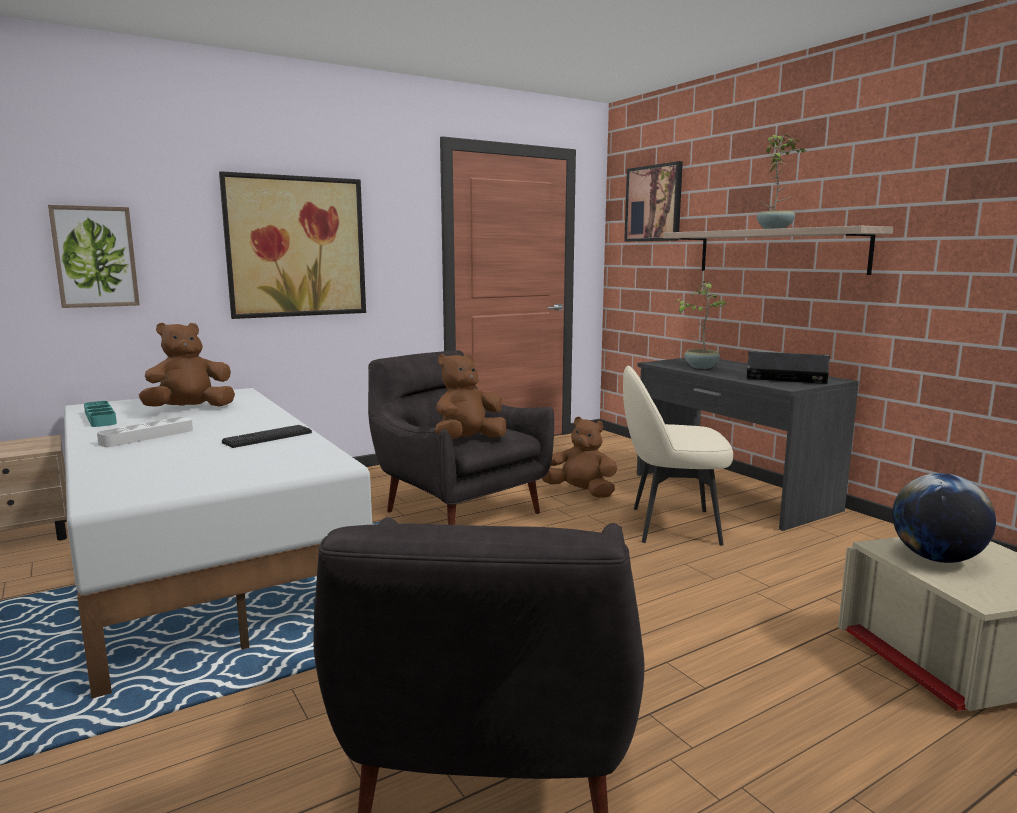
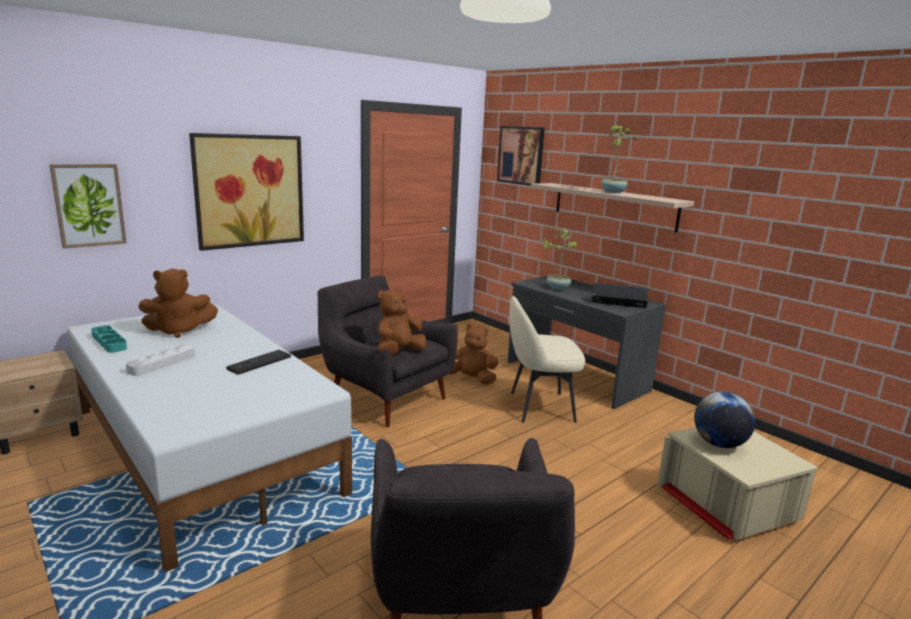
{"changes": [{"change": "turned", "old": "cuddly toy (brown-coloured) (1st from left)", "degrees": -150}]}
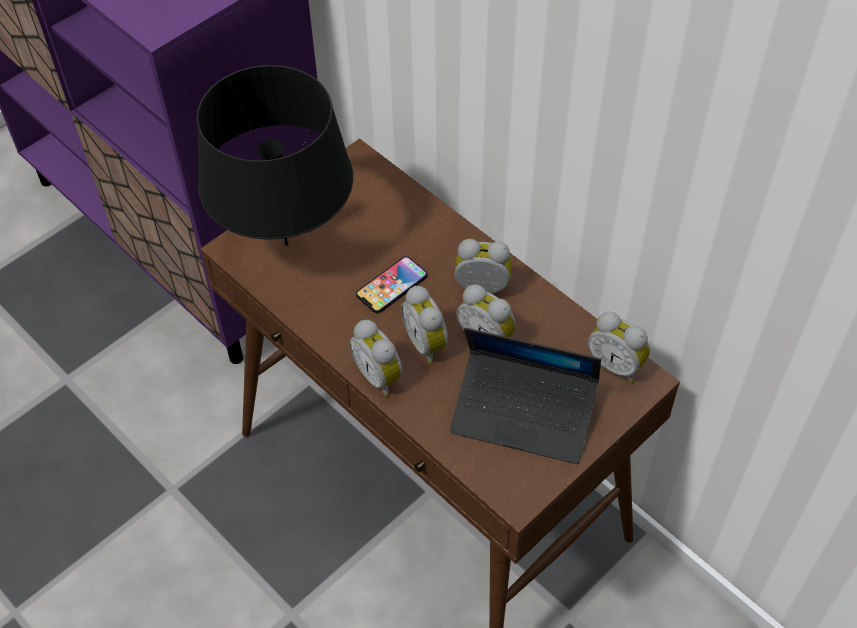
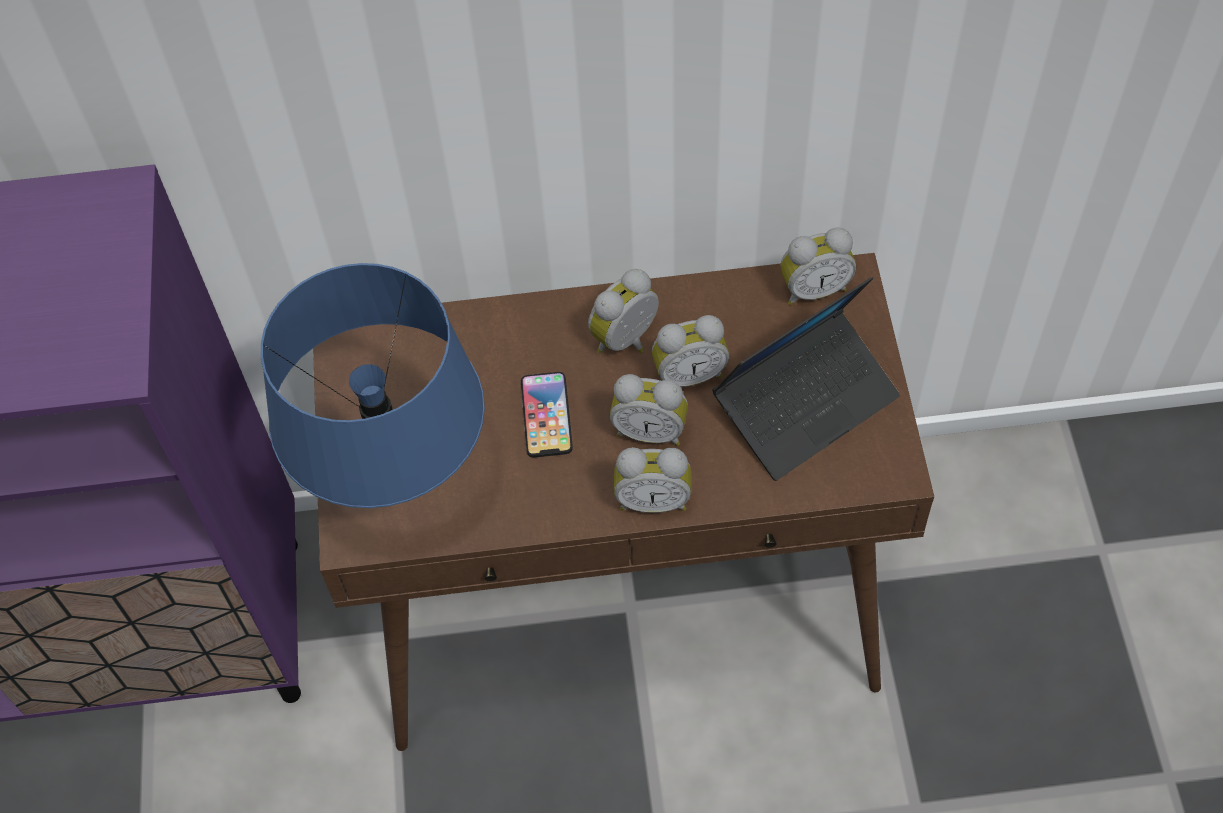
{"changes": [{"change": "recoloured", "old": "table lamp (black-coloured)", "new": "table lamp (bluish)"}]}
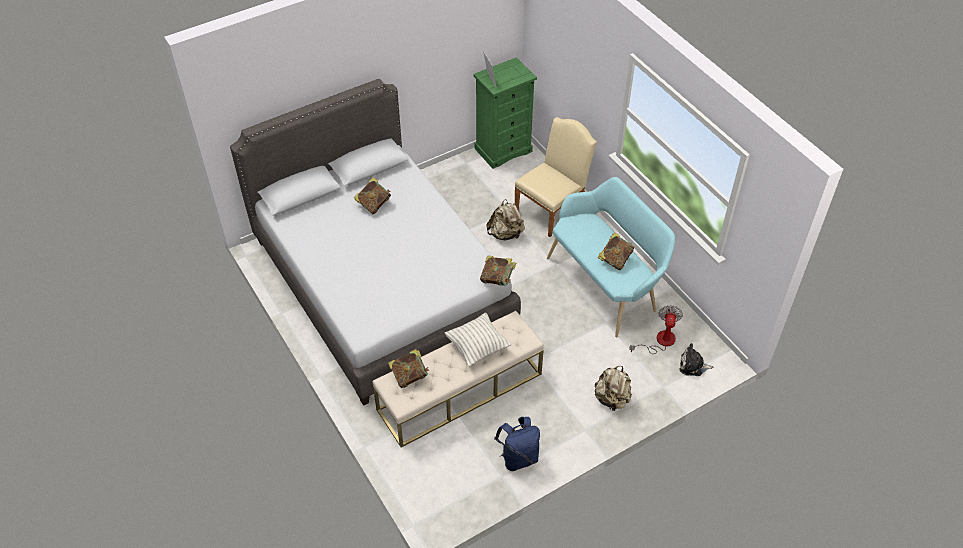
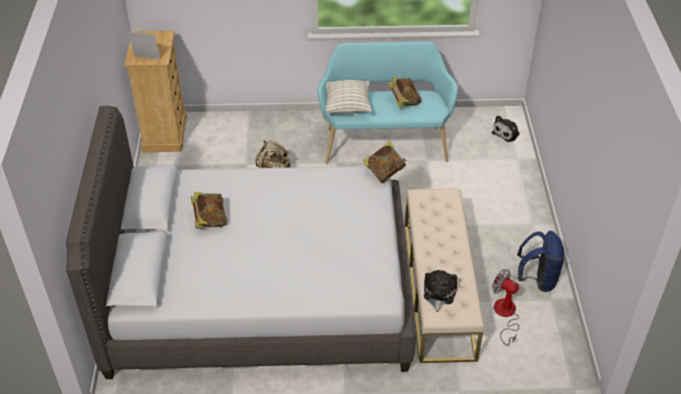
{"changes": [{"change": "recoloured", "old": "drawer chest (green-coloured)", "new": "drawer chest (sand-coloured)"}, {"change": "moved", "old": "throw pillow"}, {"change": "replaced", "old": "book (2nd from left)", "new": "cuddly toy (1st from left)"}, {"change": "moved", "old": "fan"}, {"change": "removed", "old": "upright chair (sand-coloured)"}, {"change": "removed", "old": "rucksack (sand-coloured) (2nd from left)"}]}
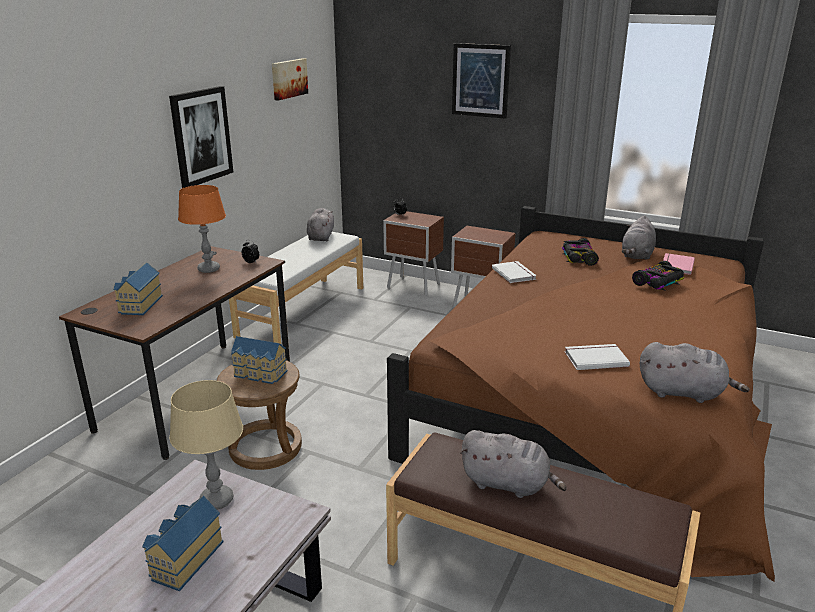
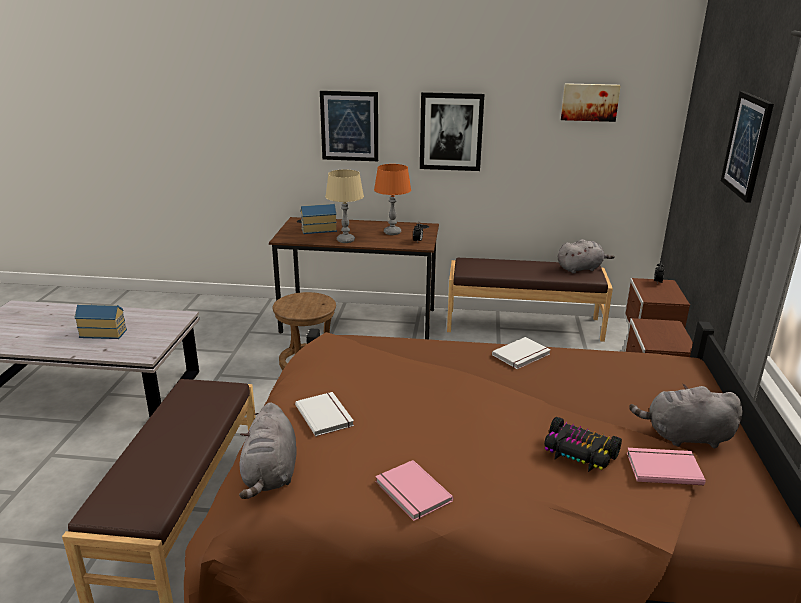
{"changes": [{"change": "added", "new": "wall art (1st from left)"}, {"change": "moved", "old": "table lamp (sand-coloured)"}, {"change": "added", "new": "book (pink) (1st from left)"}, {"change": "recoloured", "old": "long seat (whitish)", "new": "long seat (brown-coloured) (2nd from left)"}, {"change": "removed", "old": "model house (3rd from left)"}, {"change": "removed", "old": "cuddly toy (grey) (2nd from left)"}, {"change": "removed", "old": "toy car (1st from left)"}]}
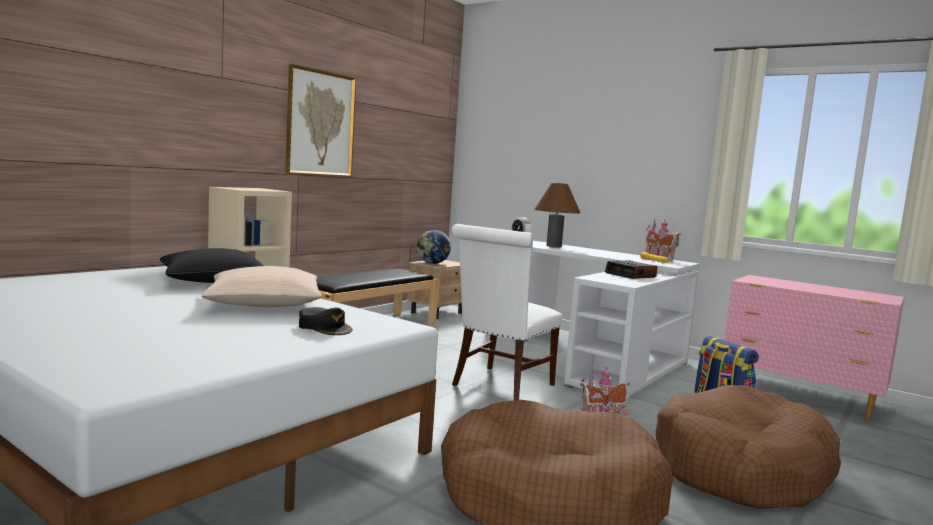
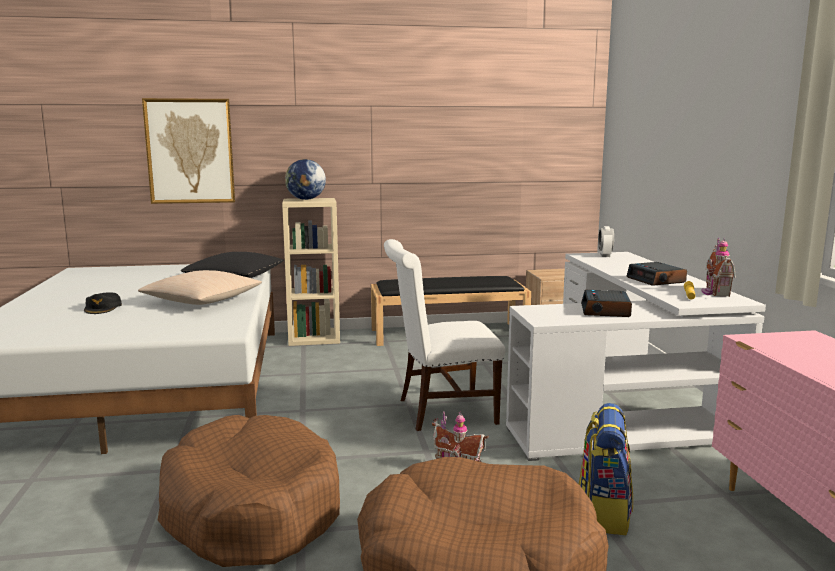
{"changes": [{"change": "moved", "old": "peaked cap (black-coloured)"}, {"change": "moved", "old": "wall art"}, {"change": "moved", "old": "globe"}, {"change": "added", "new": "table clock (3rd from left)"}, {"change": "removed", "old": "table lamp (brown-coloured)"}]}
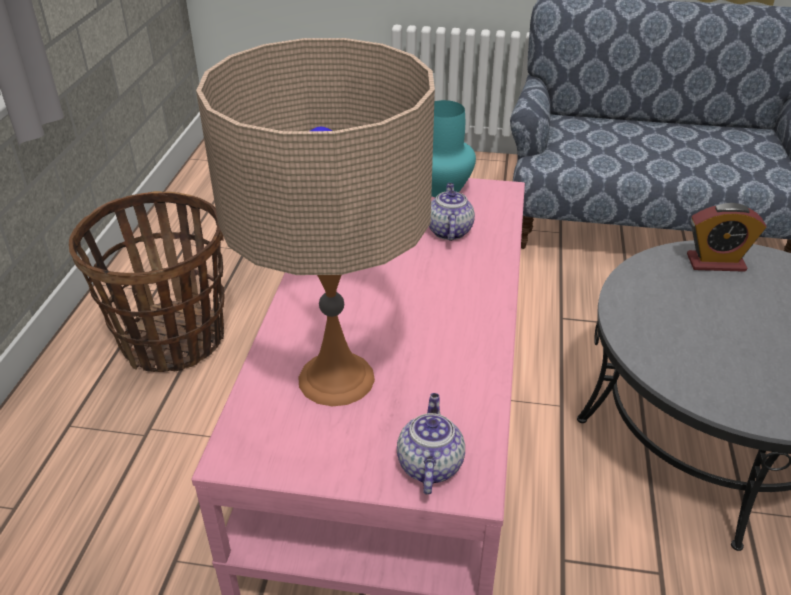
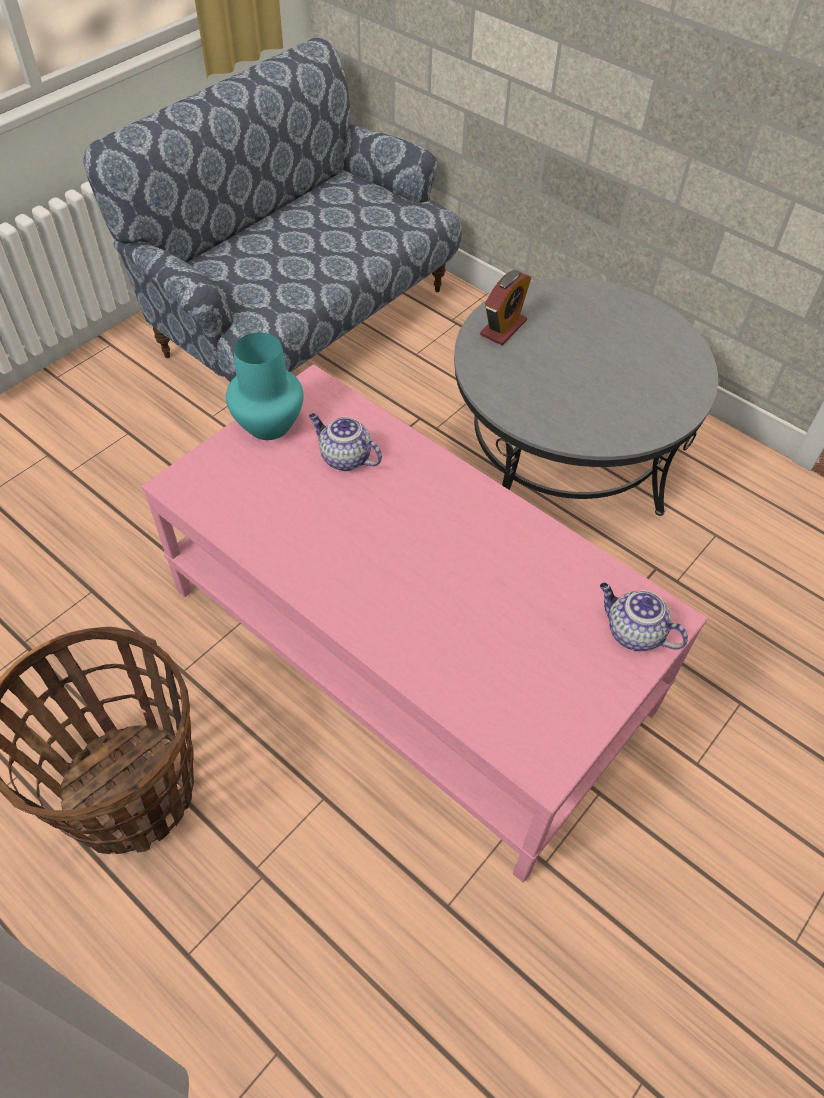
{"changes": [{"change": "removed", "old": "table lamp (sand-coloured)"}]}
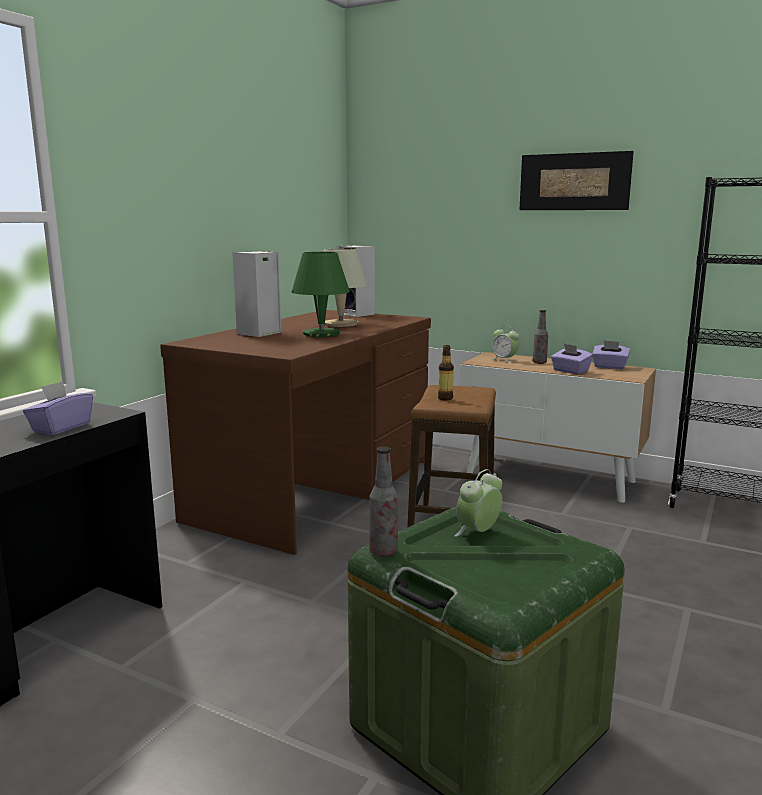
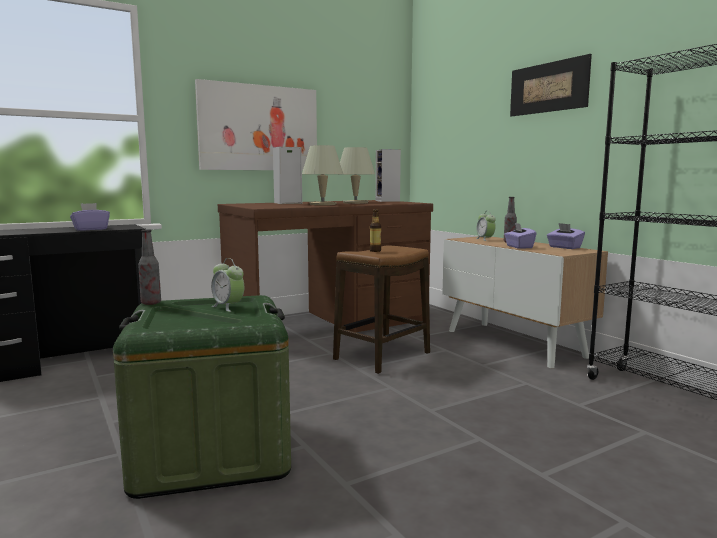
{"changes": [{"change": "added", "new": "wall art (1st from left)"}, {"change": "turned", "old": "table clock (1st from left)", "degrees": -120}, {"change": "recoloured", "old": "table lamp (green-coloured)", "new": "table lamp (sand-coloured) (1st from left)"}]}
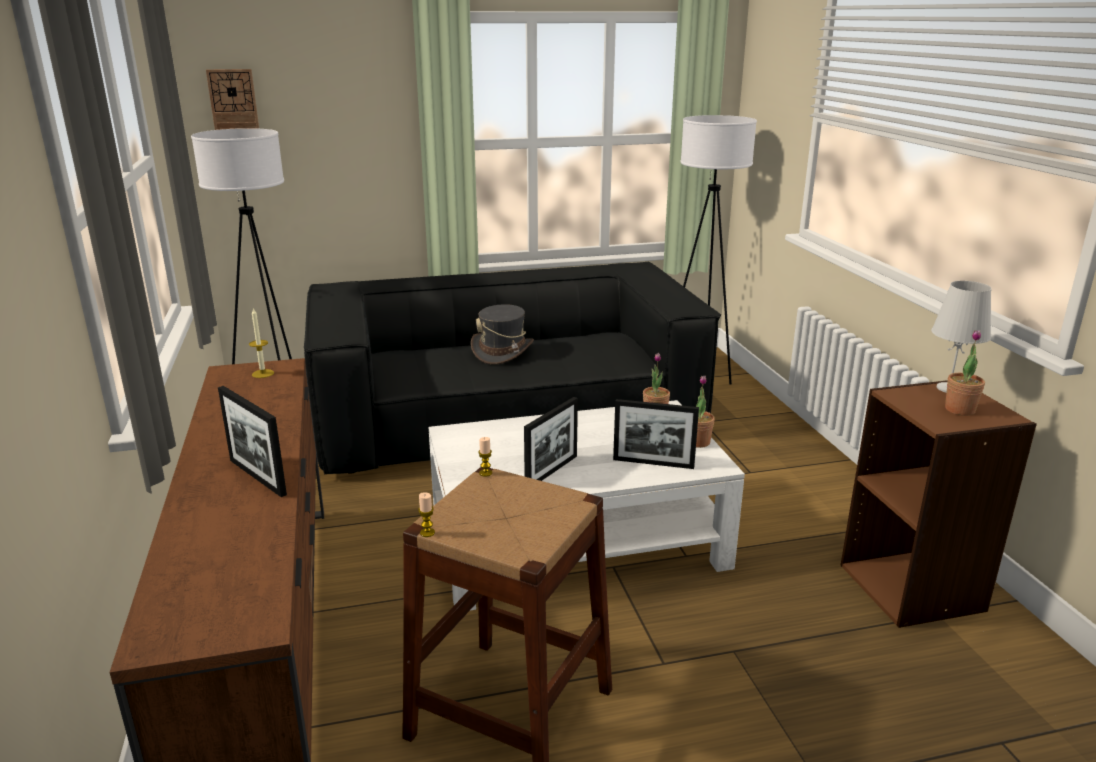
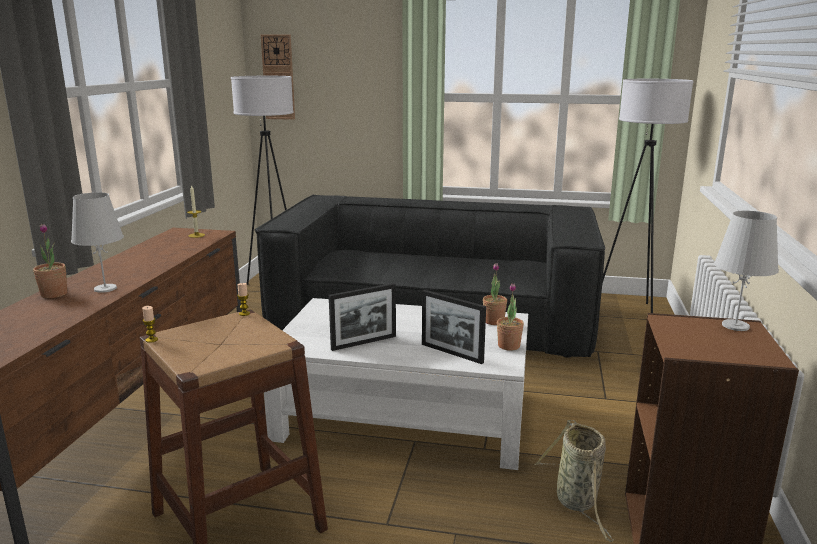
{"changes": [{"change": "moved", "old": "potted plant (3rd from left in the first image)", "new": "potted plant (1st from left)"}, {"change": "replaced", "old": "standing frame (1st from left)", "new": "table lamp (whitish) (1st from left)"}, {"change": "added", "new": "household basket"}, {"change": "removed", "old": "clothing hat (grey)"}]}
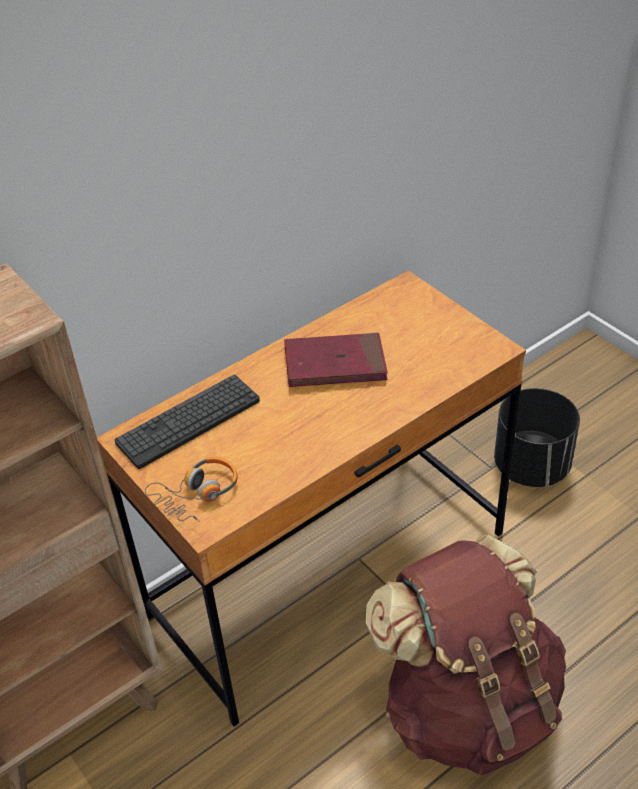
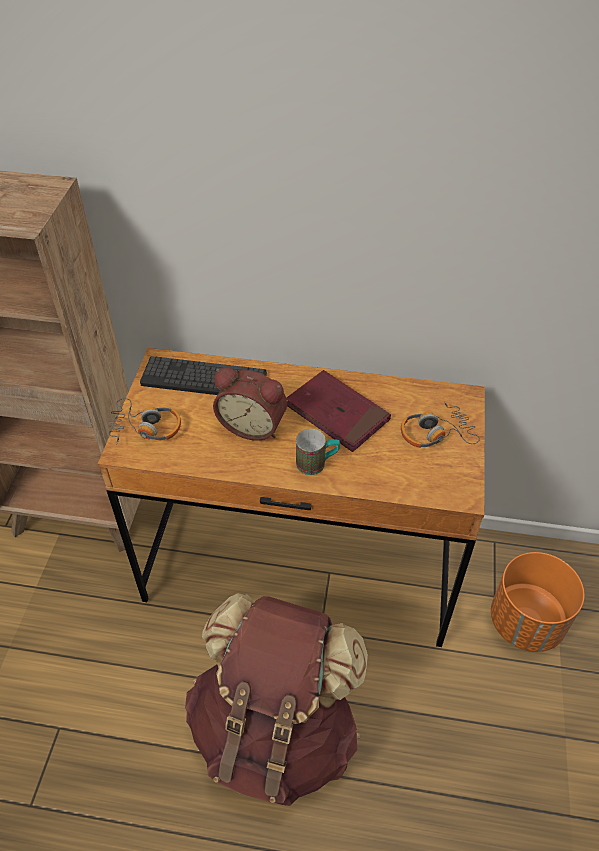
{"changes": [{"change": "added", "new": "table clock"}, {"change": "added", "new": "tea mug"}, {"change": "added", "new": "headphones (2nd from left)"}, {"change": "recoloured", "old": "flower pot (black-coloured)", "new": "flower pot (orangey)"}]}
